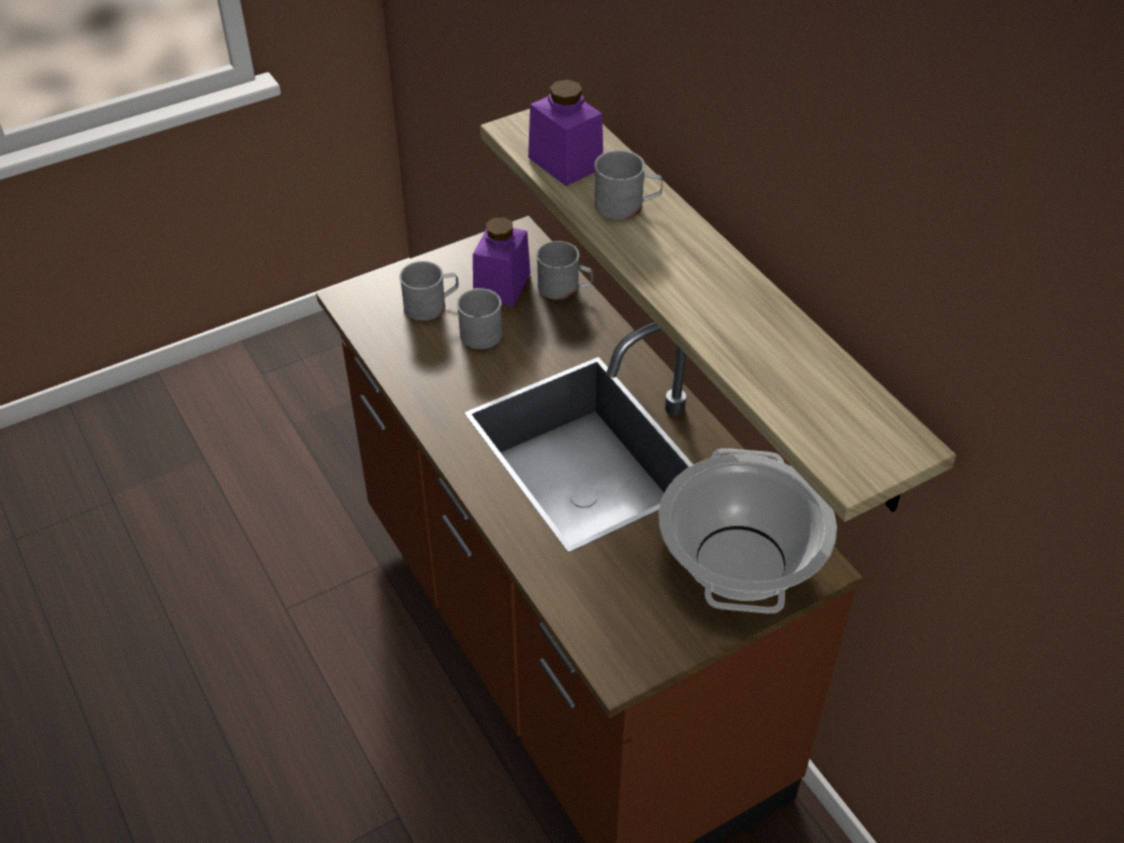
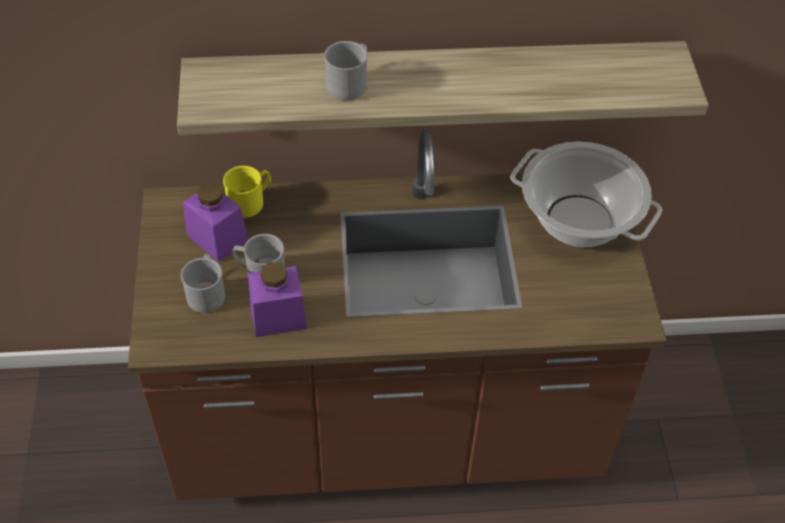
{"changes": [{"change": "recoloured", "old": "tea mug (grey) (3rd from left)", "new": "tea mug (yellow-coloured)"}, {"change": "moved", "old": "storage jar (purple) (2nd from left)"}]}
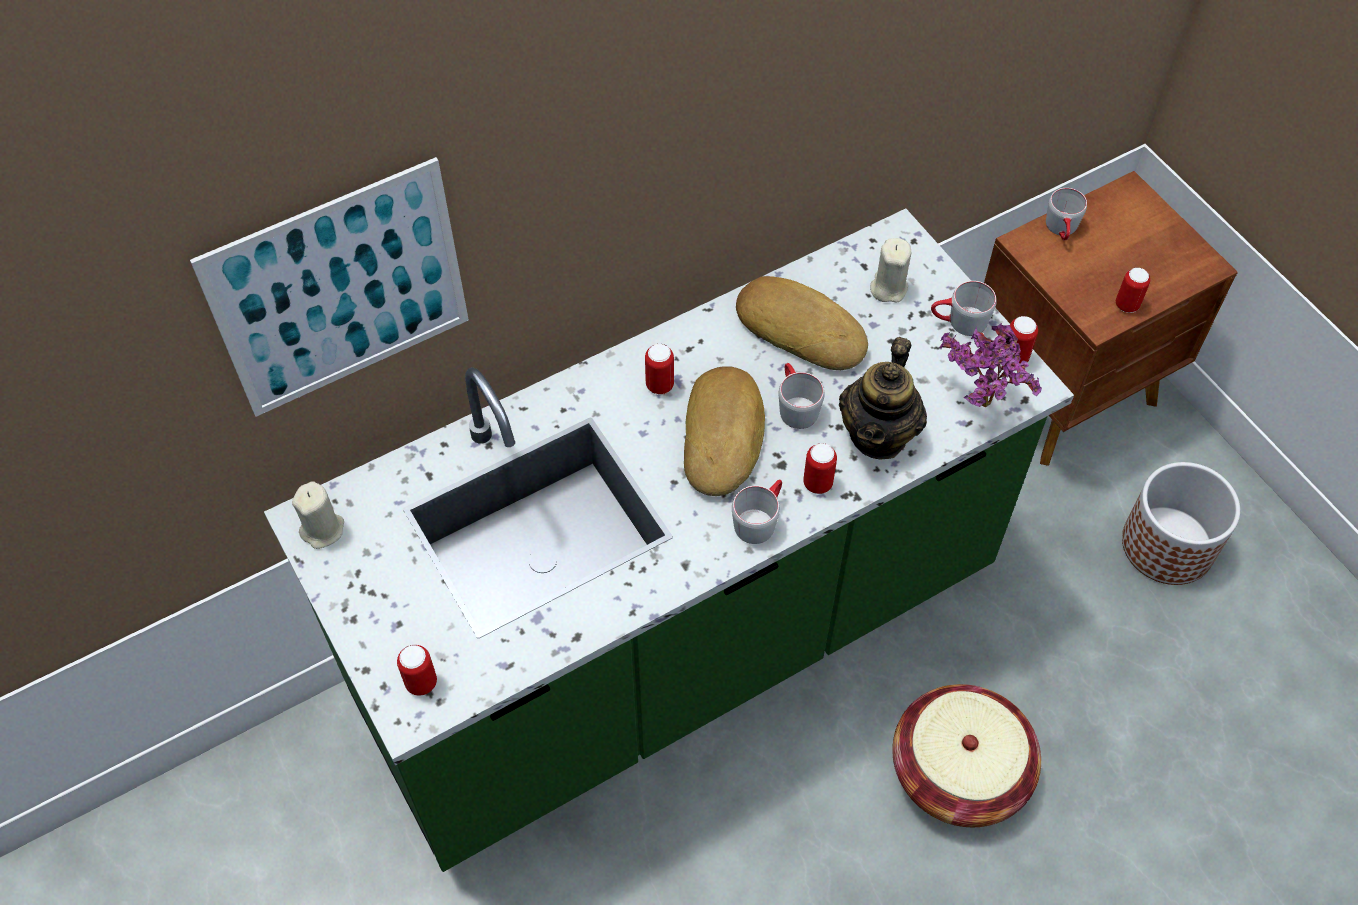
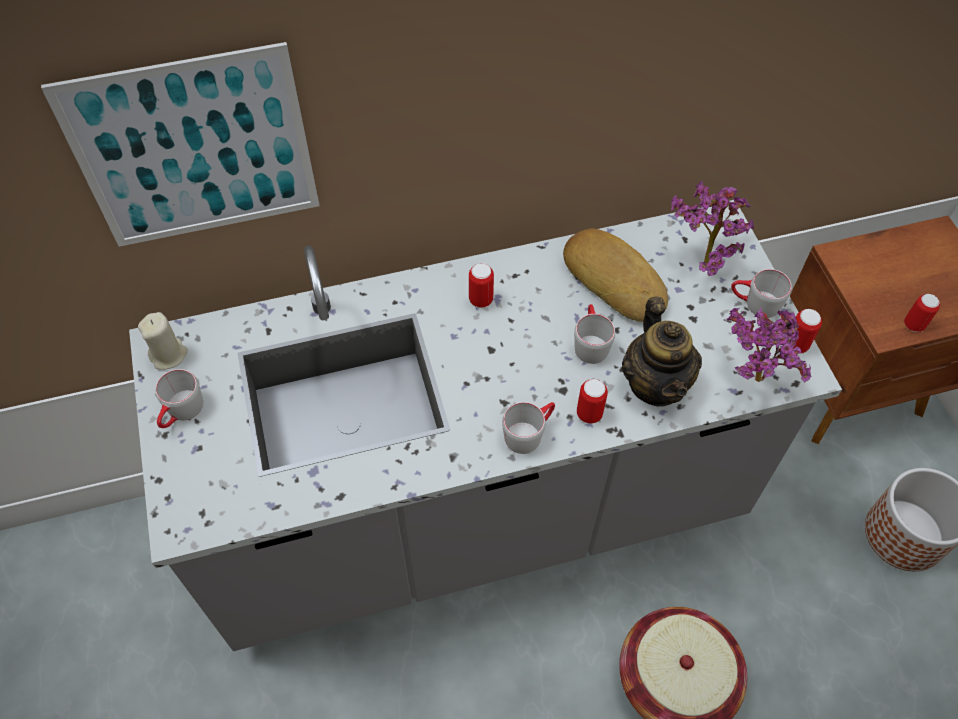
{"changes": [{"change": "recoloured", "old": "kitchen counter (green-coloured)", "new": "kitchen counter (grey)"}, {"change": "moved", "old": "tea mug (grey) (4th from left in the first image)", "new": "tea mug (grey) (1st from left)"}, {"change": "turned", "old": "pot for tea", "degrees": -45}, {"change": "replaced", "old": "candle (sand-coloured) (2nd from left)", "new": "potted plant (1st from left)"}, {"change": "removed", "old": "sealed can (1st from left)"}, {"change": "removed", "old": "bakery bread (1st from left)"}]}
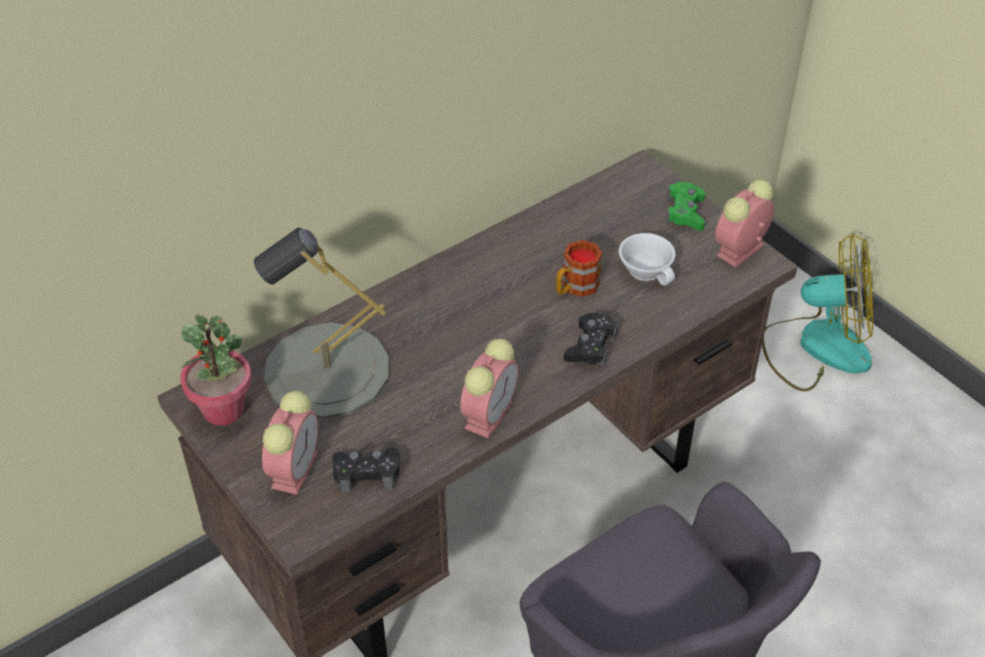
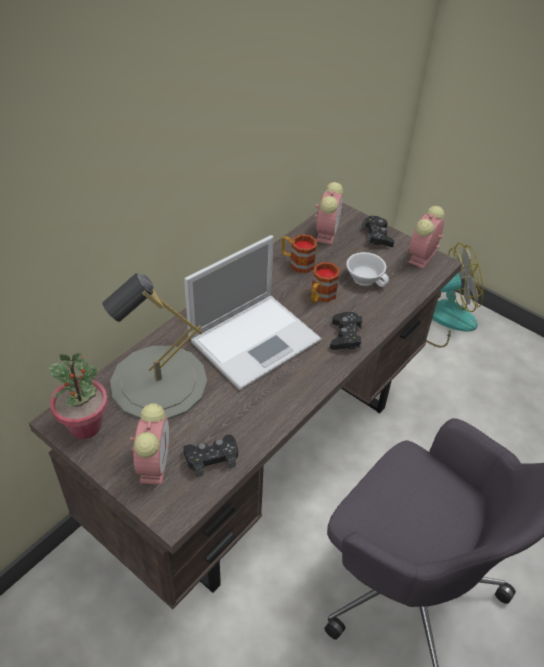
{"changes": [{"change": "added", "new": "notebook computer"}, {"change": "added", "new": "tea mug (1st from left)"}, {"change": "moved", "old": "table clock (2nd from left)"}, {"change": "recoloured", "old": "joypad (green-coloured)", "new": "joypad (black-coloured) (3rd from left)"}]}
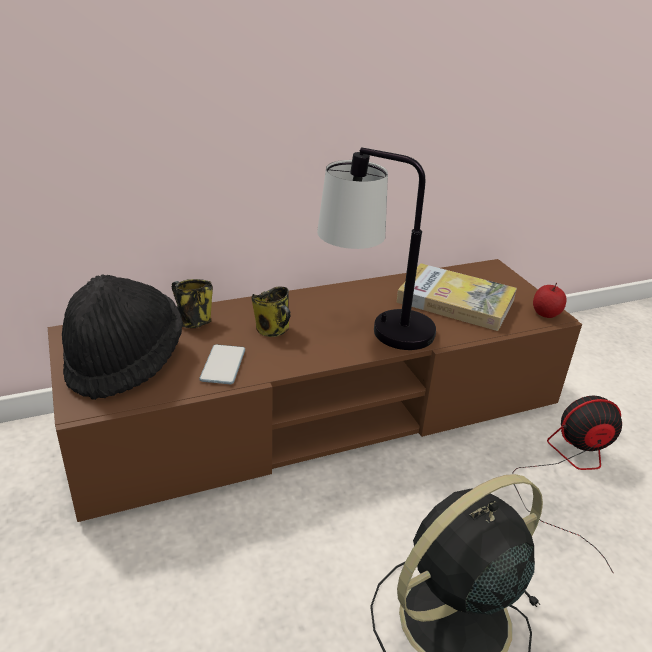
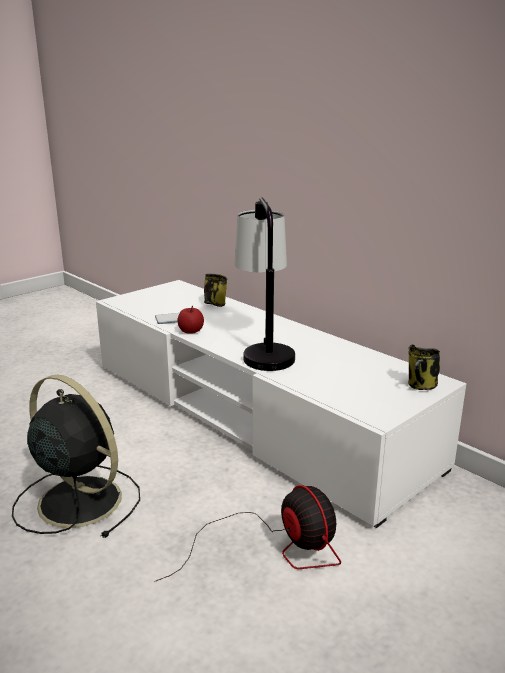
{"changes": [{"change": "recoloured", "old": "tv unit (brown-coloured)", "new": "tv unit (whitish)"}, {"change": "moved", "old": "apple"}, {"change": "moved", "old": "tea mug (2nd from left)"}, {"change": "removed", "old": "clothing hat (black-coloured)"}, {"change": "removed", "old": "book"}]}
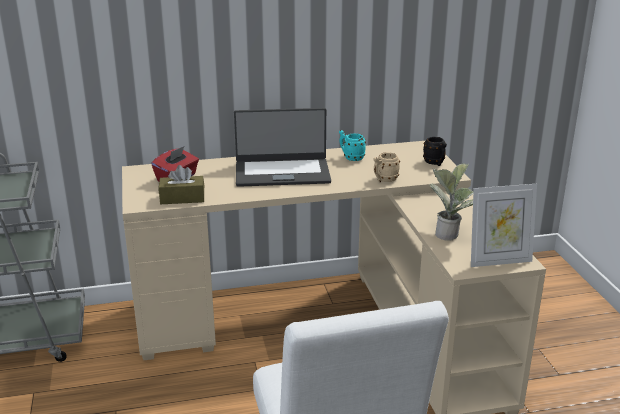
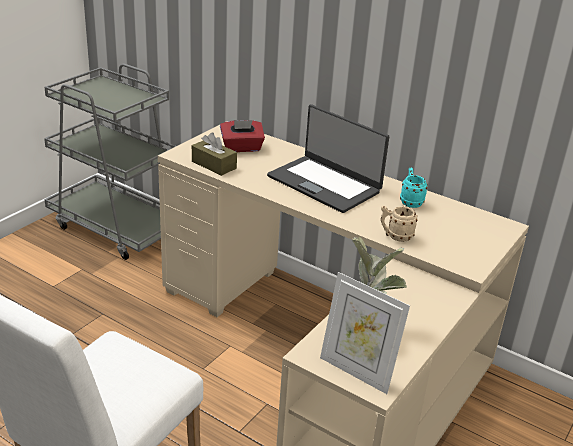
{"changes": [{"change": "removed", "old": "tea mug (black-coloured)"}]}
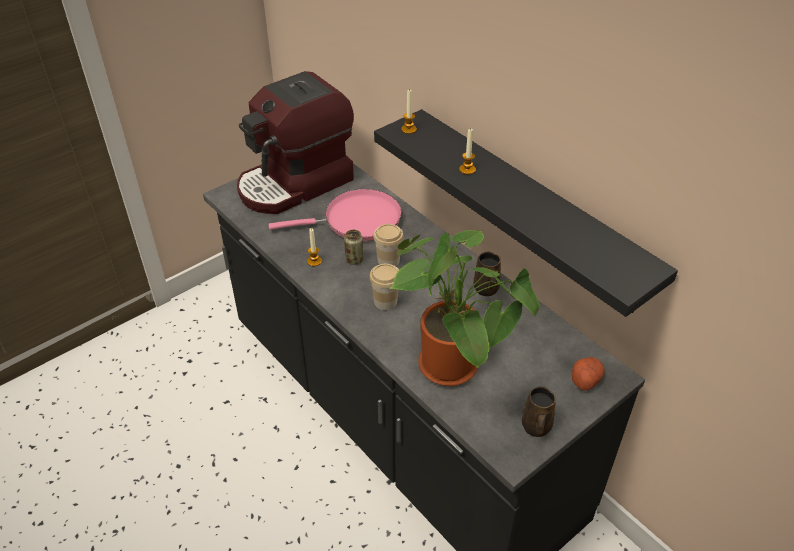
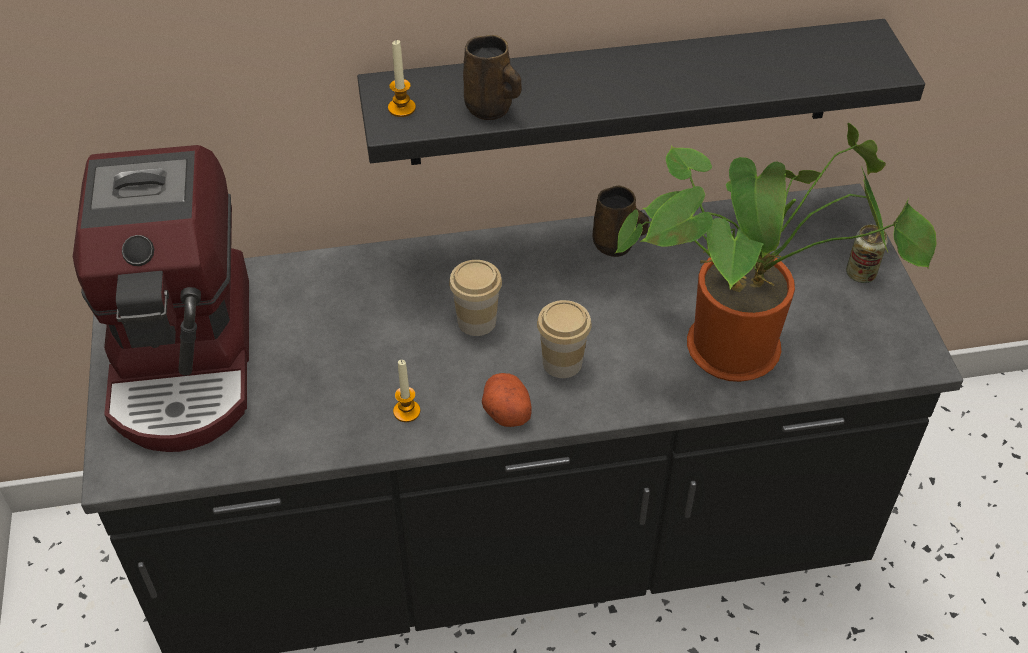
{"changes": [{"change": "moved", "old": "tea mug (brown-coloured) (2nd from left in the first image)", "new": "tea mug (brown-coloured) (1st from left)"}, {"change": "moved", "old": "spud"}, {"change": "moved", "old": "sealed can"}, {"change": "removed", "old": "frying pan (pink)"}, {"change": "removed", "old": "candle (3rd from left)"}]}
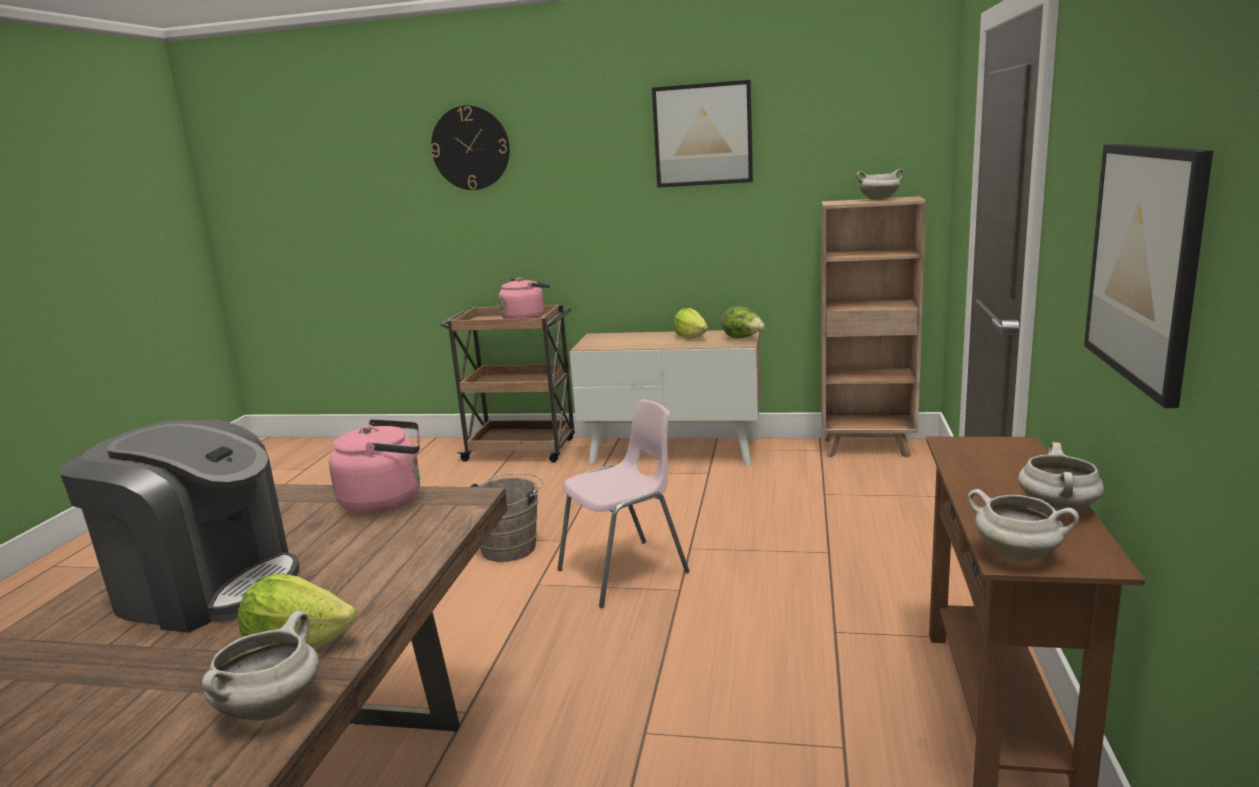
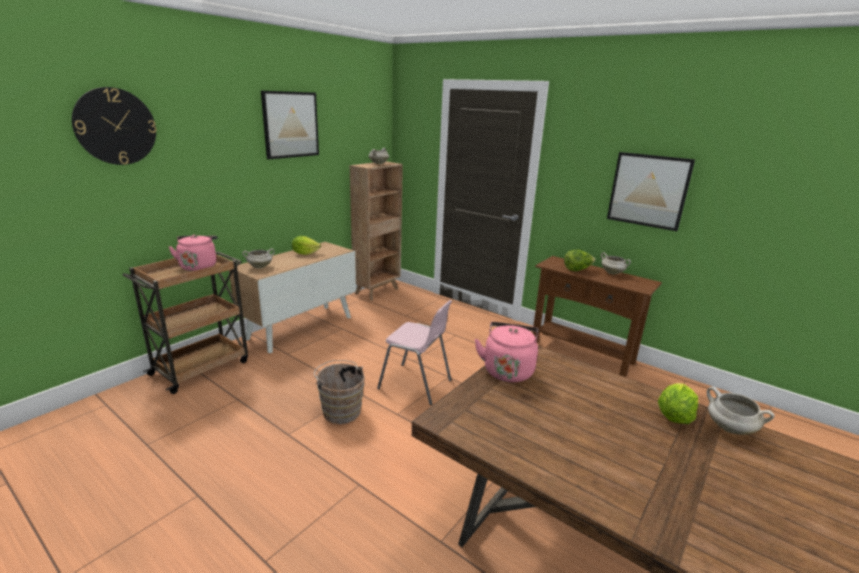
{"changes": [{"change": "moved", "old": "saucepot (whitish) (3rd from left in the first image)", "new": "saucepot (whitish) (1st from left)"}, {"change": "turned", "old": "upright chair (pink)", "degrees": 120}, {"change": "moved", "old": "lettuce (3rd from left in the first image)", "new": "lettuce (2nd from left)"}, {"change": "removed", "old": "coffee brewer"}]}
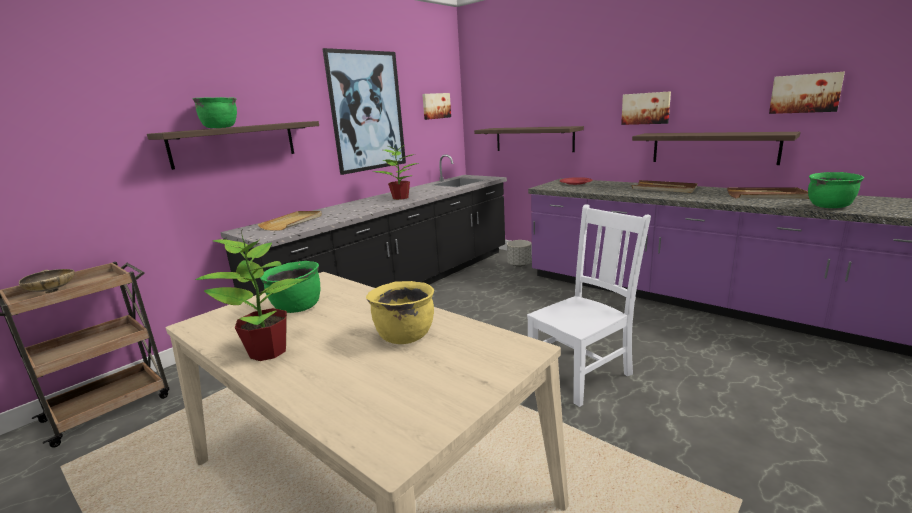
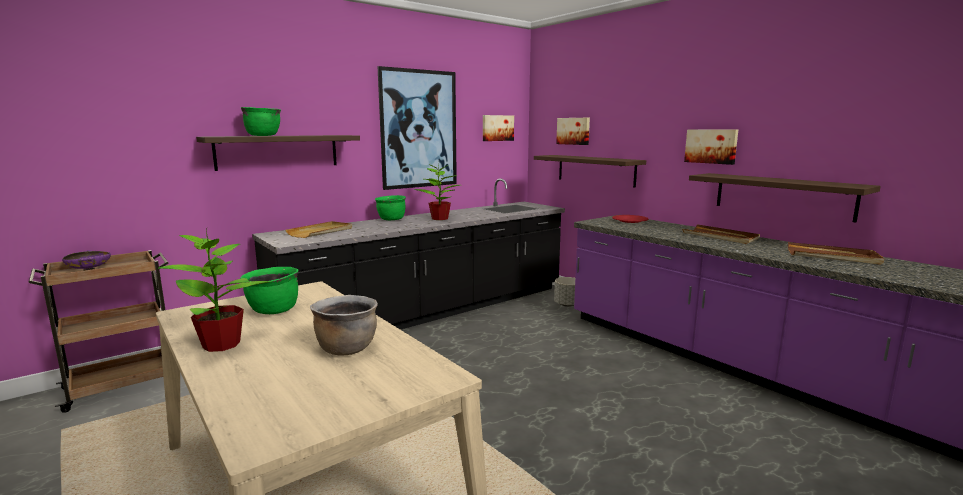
{"changes": [{"change": "recoloured", "old": "bowl (sand-coloured)", "new": "bowl (purple)"}, {"change": "recoloured", "old": "saucepot (yellow-coloured)", "new": "saucepot (brown-coloured)"}, {"change": "moved", "old": "saucepot (green-coloured) (3rd from left)"}, {"change": "moved", "old": "wall art (4th from left in the first image)", "new": "wall art (3rd from left)"}, {"change": "removed", "old": "upright chair (whitish)"}]}
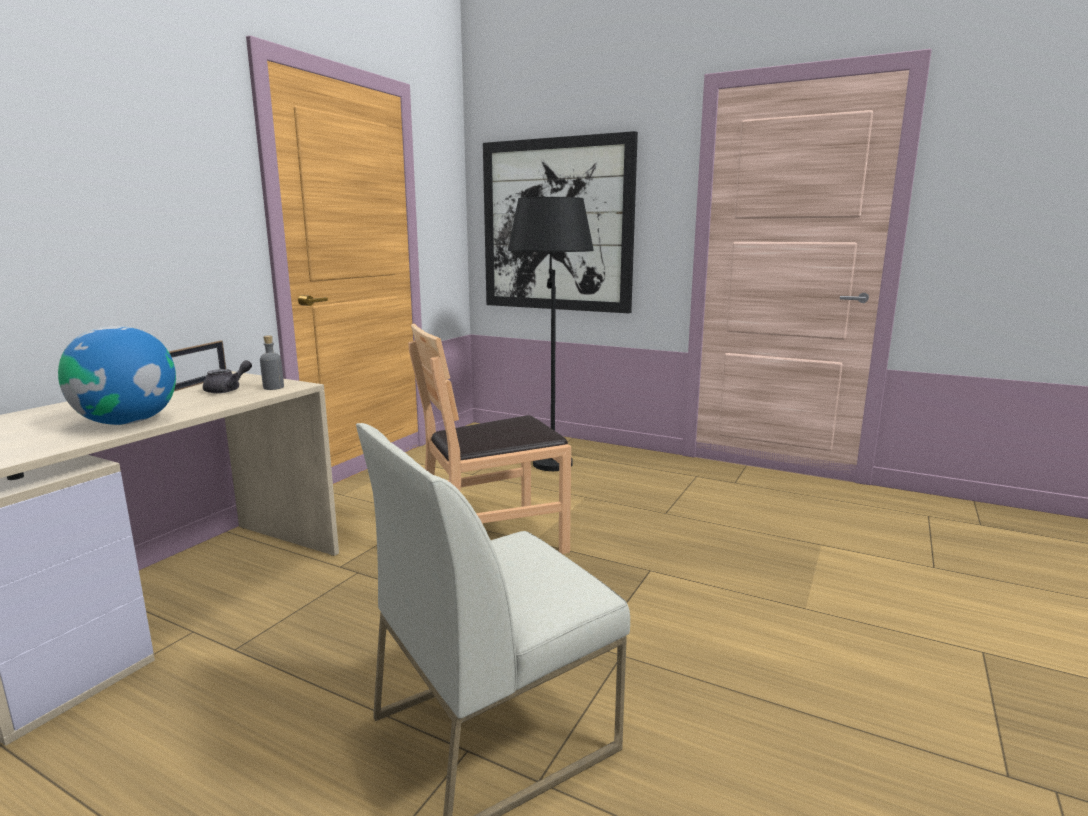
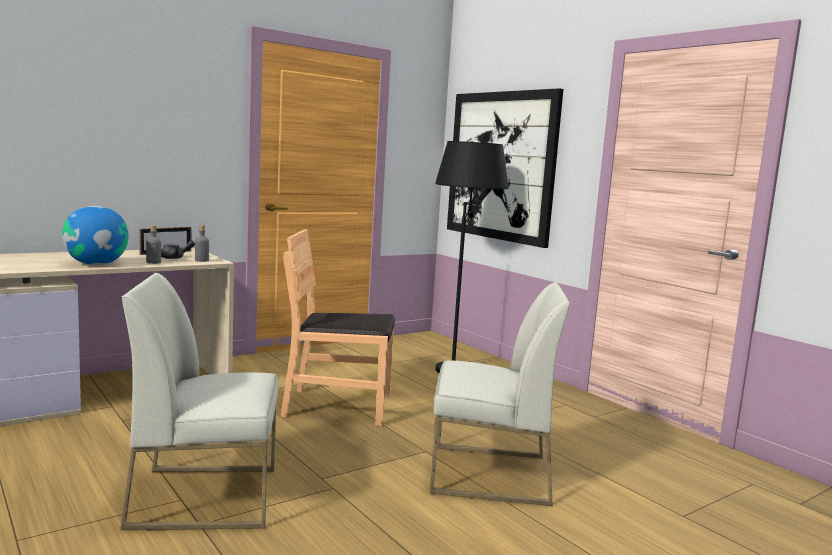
{"changes": [{"change": "added", "new": "beverage bottle (grey) (1st from left)"}, {"change": "added", "new": "upright chair (whitish) (2nd from left)"}]}
